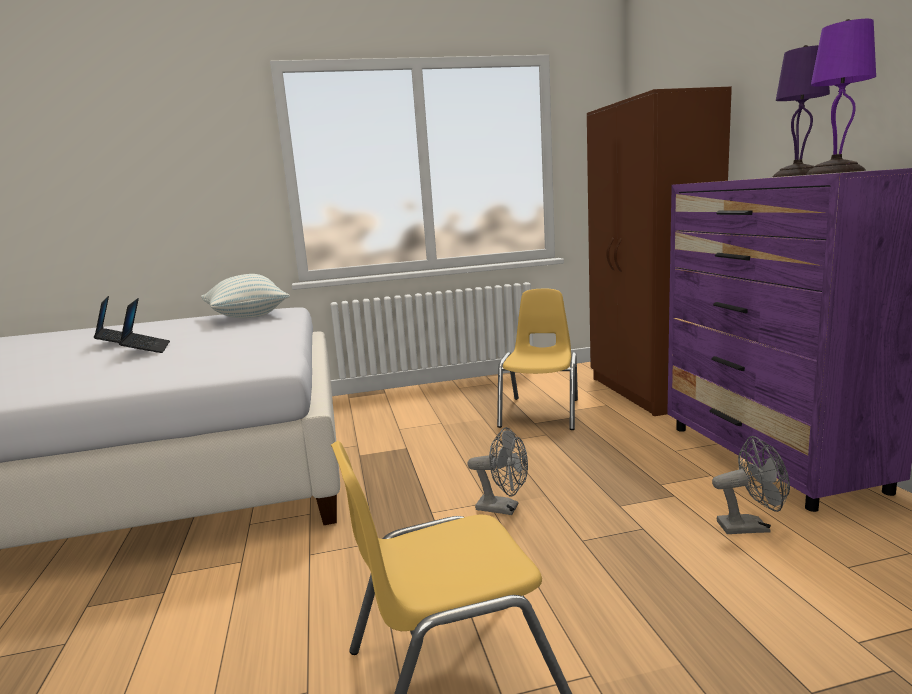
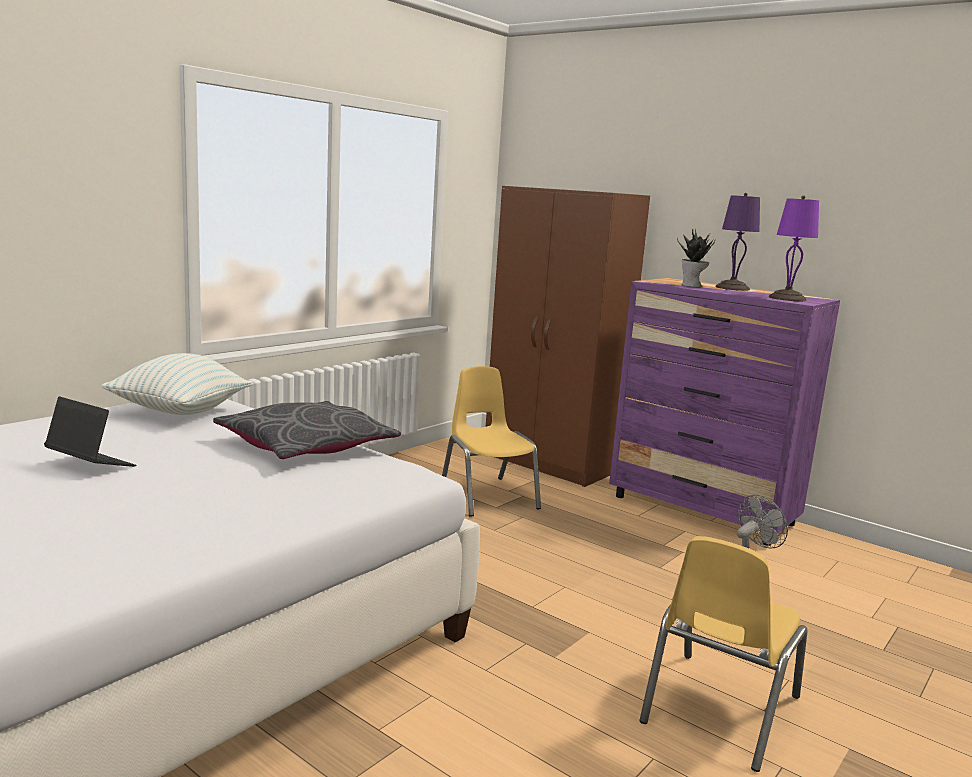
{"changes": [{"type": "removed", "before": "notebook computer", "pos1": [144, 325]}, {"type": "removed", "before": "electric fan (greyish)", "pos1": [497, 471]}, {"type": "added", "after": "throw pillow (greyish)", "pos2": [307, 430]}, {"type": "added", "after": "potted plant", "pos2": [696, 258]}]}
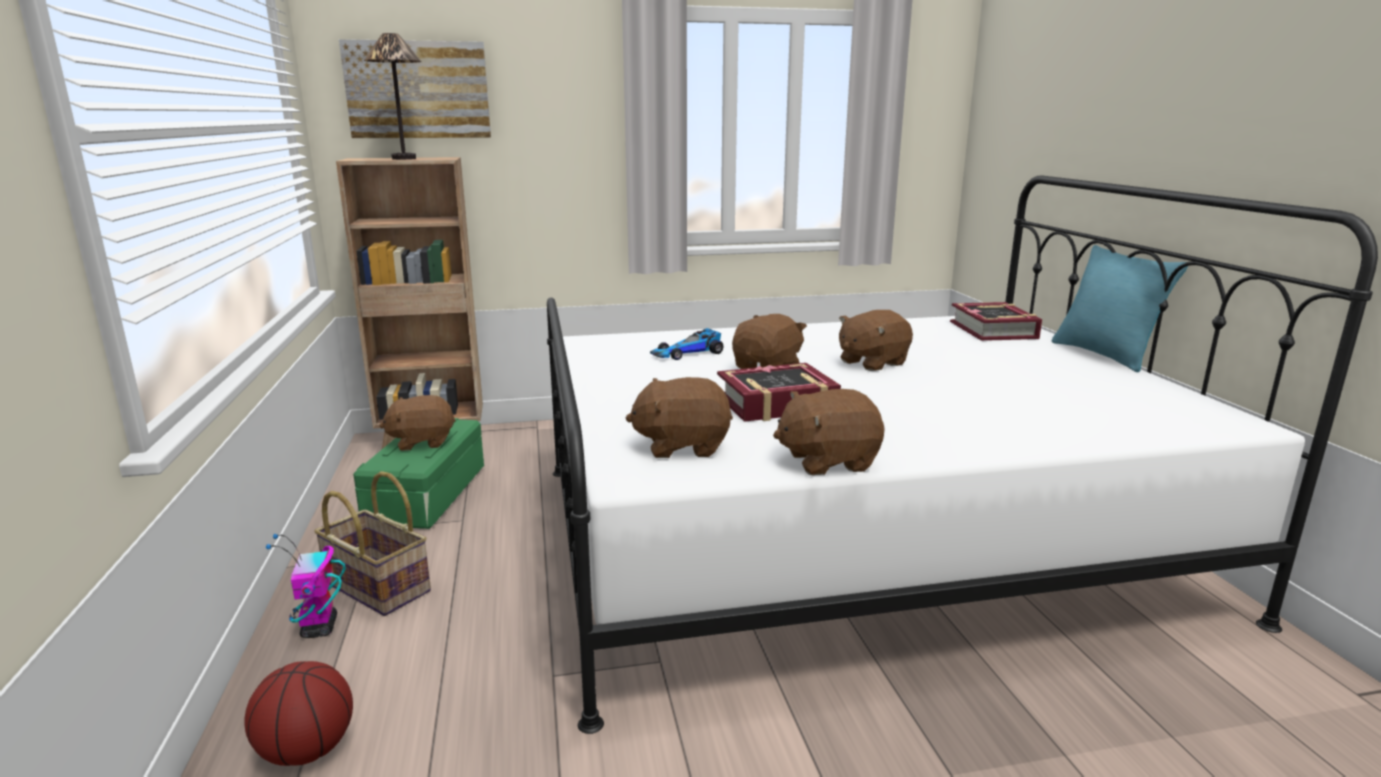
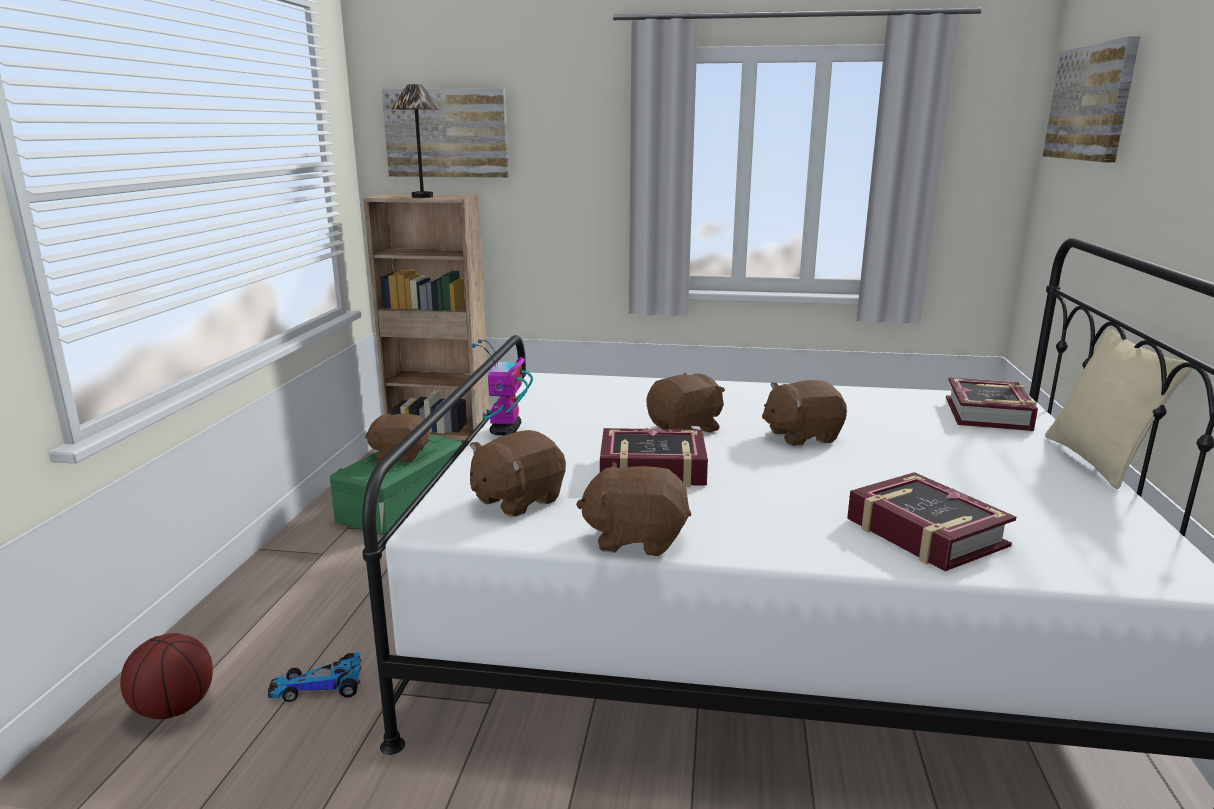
{"changes": [{"type": "moved", "before": "toy robot", "pos1": [306, 586], "pos2": [502, 387]}, {"type": "removed", "before": "basket", "pos1": [372, 543]}, {"type": "turned", "before": "plush toy (brownish)", "pos1": [679, 417], "pos2": [518, 473], "turn": -60}, {"type": "moved", "before": "toy car", "pos1": [687, 344], "pos2": [315, 677]}, {"type": "recoloured", "before": "throw pillow (turquoise-coloured)", "after": "throw pillow (beige)", "pos1": [1120, 308], "pos2": [1119, 408]}, {"type": "added", "after": "volume", "pos2": [931, 521]}, {"type": "added", "after": "wall picture", "pos2": [1091, 99]}]}
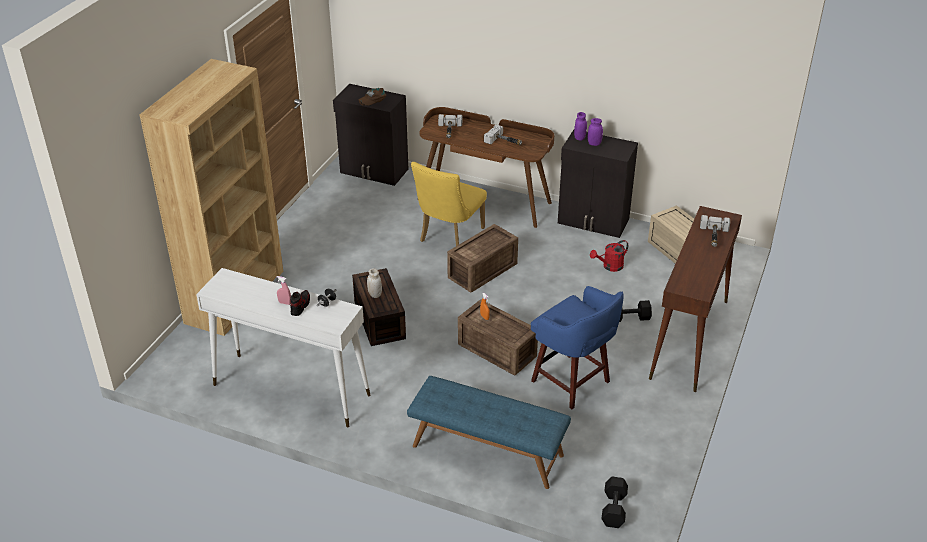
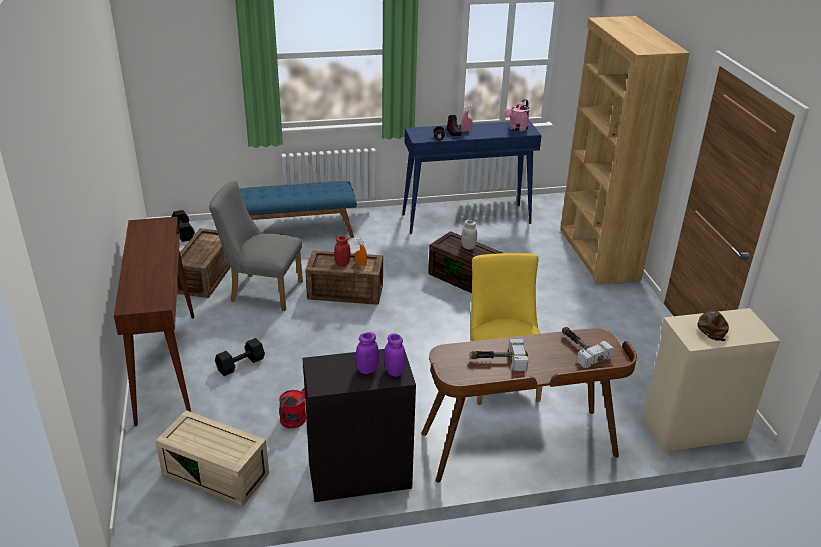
{"changes": [{"type": "recoloured", "before": "hall table (white)", "after": "hall table (blue)", "pos1": [283, 348], "pos2": [472, 177]}, {"type": "recoloured", "before": "cabinet (blackish)", "after": "cabinet (beige)", "pos1": [370, 135], "pos2": [711, 380]}, {"type": "moved", "before": "packing crate", "pos1": [482, 258], "pos2": [204, 263]}, {"type": "replaced", "before": "sitting stool (blue)", "after": "upright chair (greyish)", "pos1": [577, 347], "pos2": [256, 245]}, {"type": "removed", "before": "hammer", "pos1": [715, 231]}, {"type": "added", "after": "jar (reddish)", "pos2": [342, 251]}, {"type": "added", "after": "sprinkling can (pink-coloured)", "pos2": [517, 115]}]}
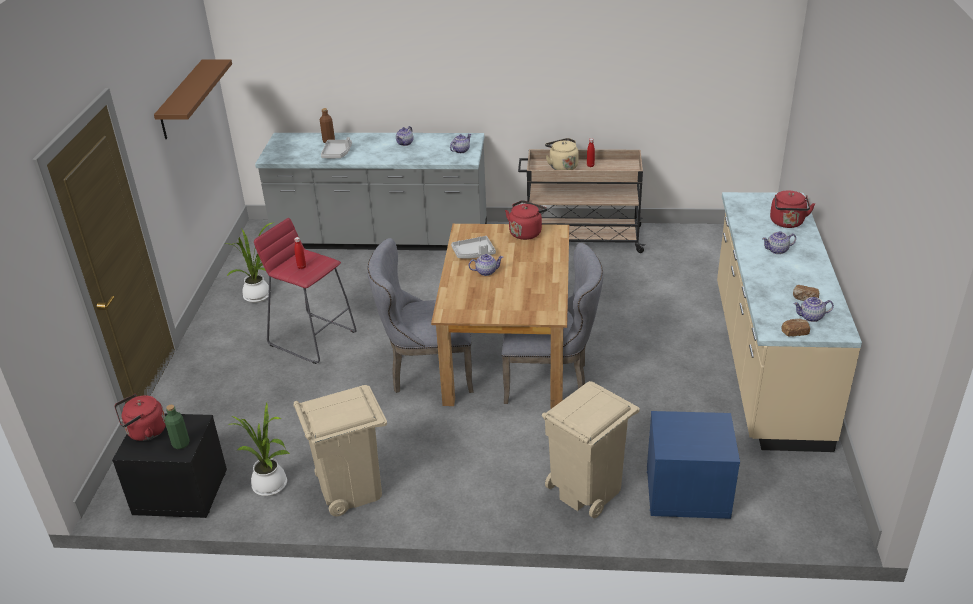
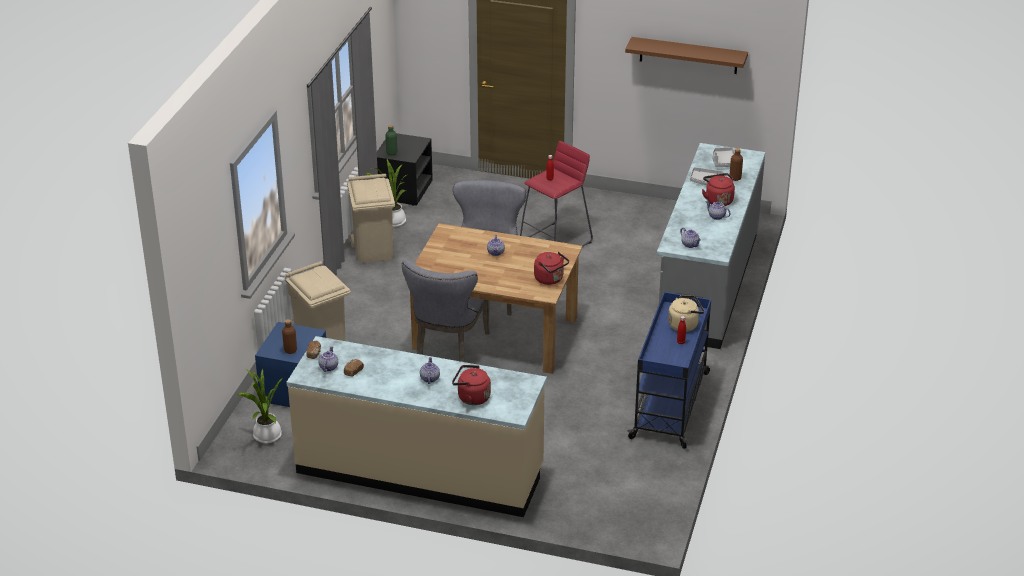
{"changes": [{"type": "moved", "before": "kettle (reddish)", "pos1": [140, 417], "pos2": [718, 189]}, {"type": "moved", "before": "potted plant", "pos1": [250, 262], "pos2": [259, 405]}, {"type": "moved", "before": "serving tray (greyish)", "pos1": [473, 247], "pos2": [723, 157]}, {"type": "recoloured", "before": "wheeled cart (beige)", "after": "wheeled cart (blue)", "pos1": [581, 201], "pos2": [669, 370]}, {"type": "added", "after": "beverage bottle (brownish)", "pos2": [289, 336]}]}
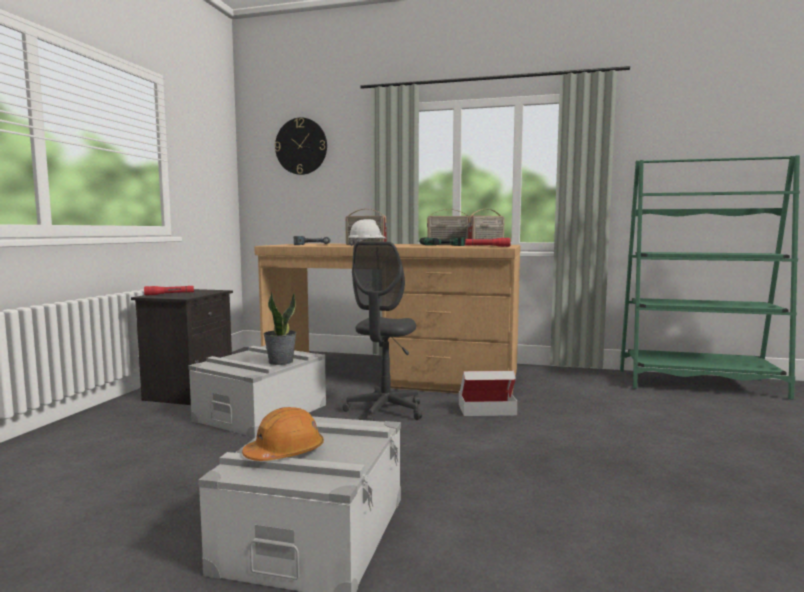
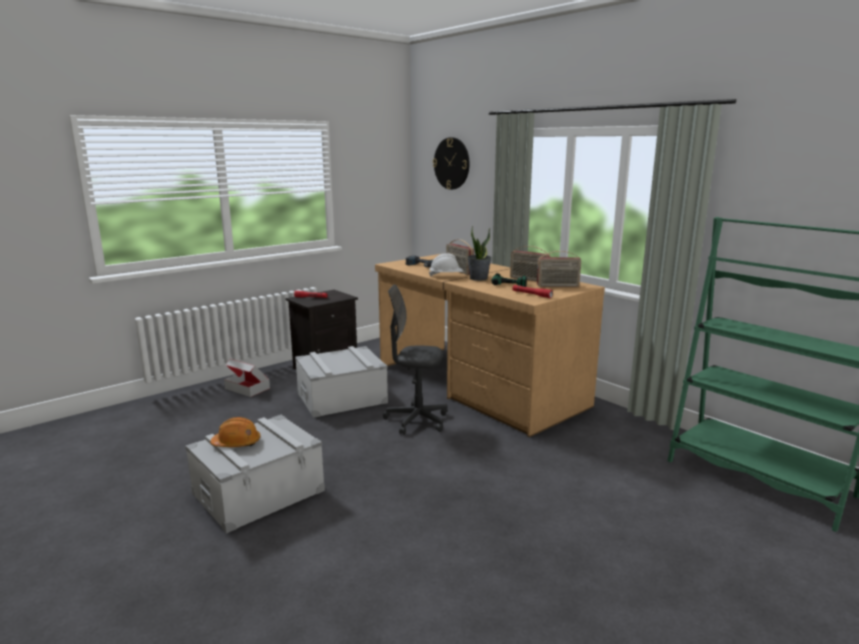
{"changes": [{"type": "moved", "before": "potted plant", "pos1": [280, 328], "pos2": [479, 253]}, {"type": "turned", "before": "office chair (greyish)", "pos1": [382, 331], "pos2": [415, 359], "turn": 45}, {"type": "moved", "before": "cardboard box", "pos1": [488, 393], "pos2": [247, 378]}]}
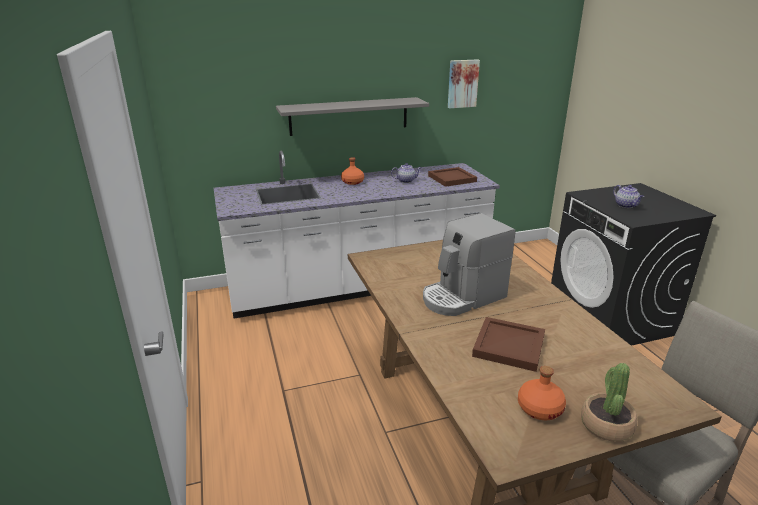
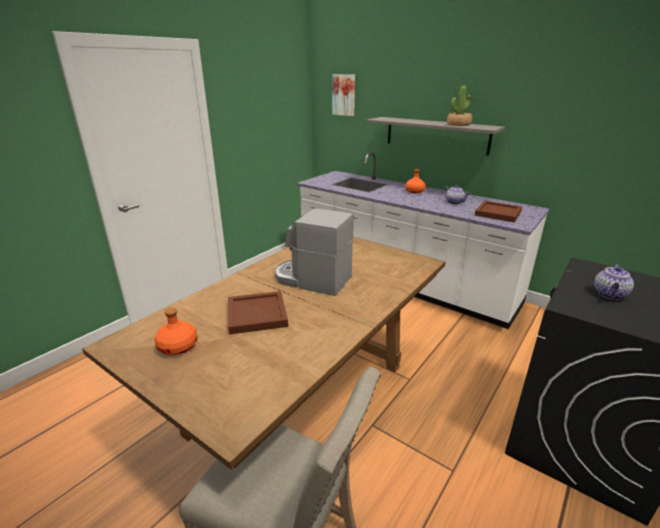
{"changes": [{"type": "moved", "before": "wall picture", "pos1": [464, 84], "pos2": [343, 95]}, {"type": "moved", "before": "potted plant", "pos1": [609, 402], "pos2": [459, 106]}]}
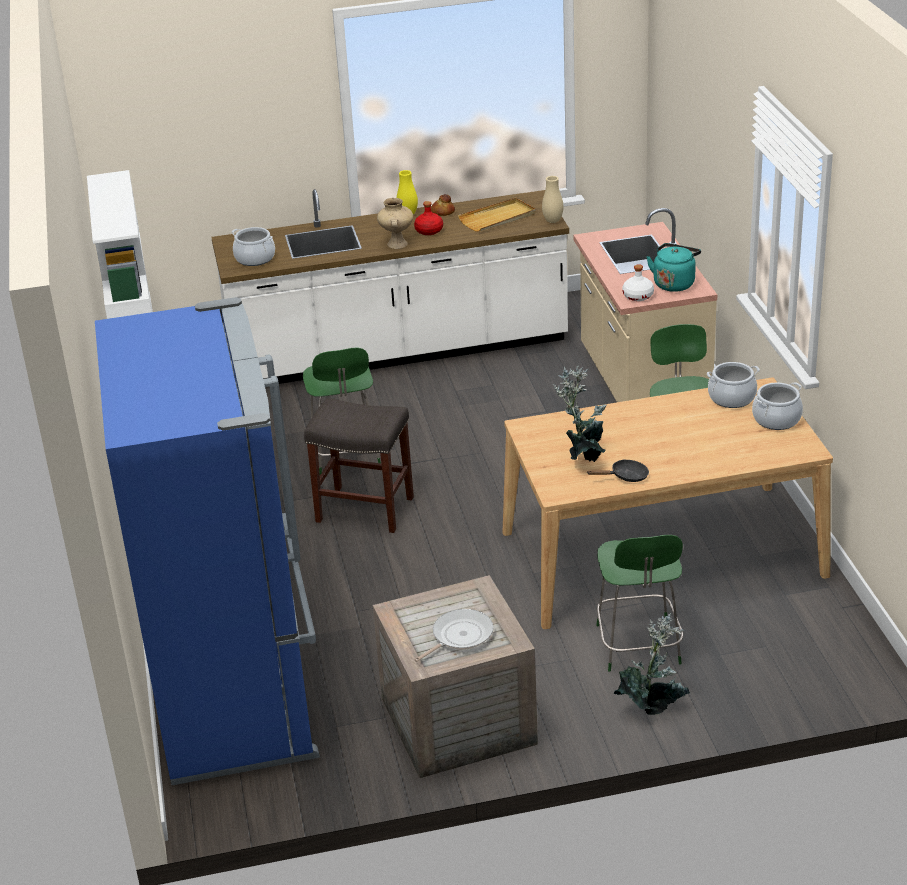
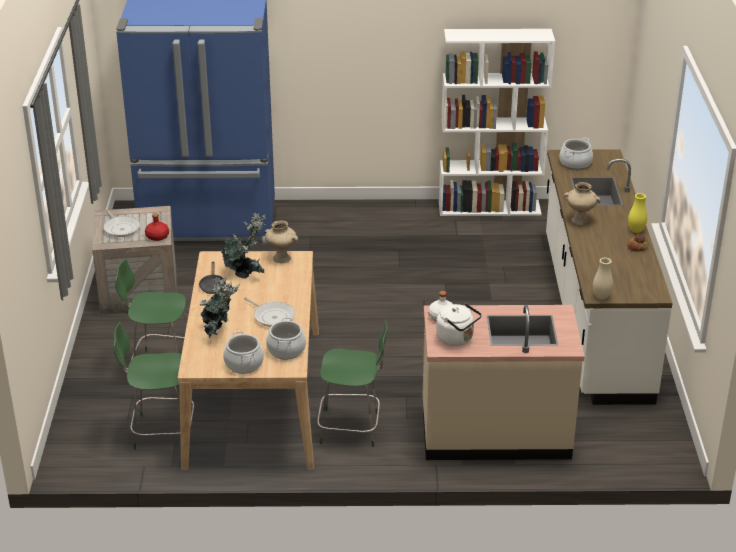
{"changes": [{"type": "moved", "before": "upright chair (greenish)", "pos1": [342, 411], "pos2": [154, 386]}, {"type": "removed", "before": "sitting stool (greyish)", "pos1": [359, 465]}, {"type": "moved", "before": "beverage bottle (reddish)", "pos1": [428, 218], "pos2": [157, 227]}, {"type": "removed", "before": "serving tray (beige)", "pos1": [497, 215]}, {"type": "moved", "before": "potted plant", "pos1": [652, 664], "pos2": [219, 307]}, {"type": "recoloured", "before": "kettle (turquoise-coloured)", "after": "kettle (white)", "pos1": [674, 267], "pos2": [459, 324]}, {"type": "added", "after": "skillet", "pos2": [269, 312]}, {"type": "added", "after": "flower vase (beige)", "pos2": [281, 242]}]}
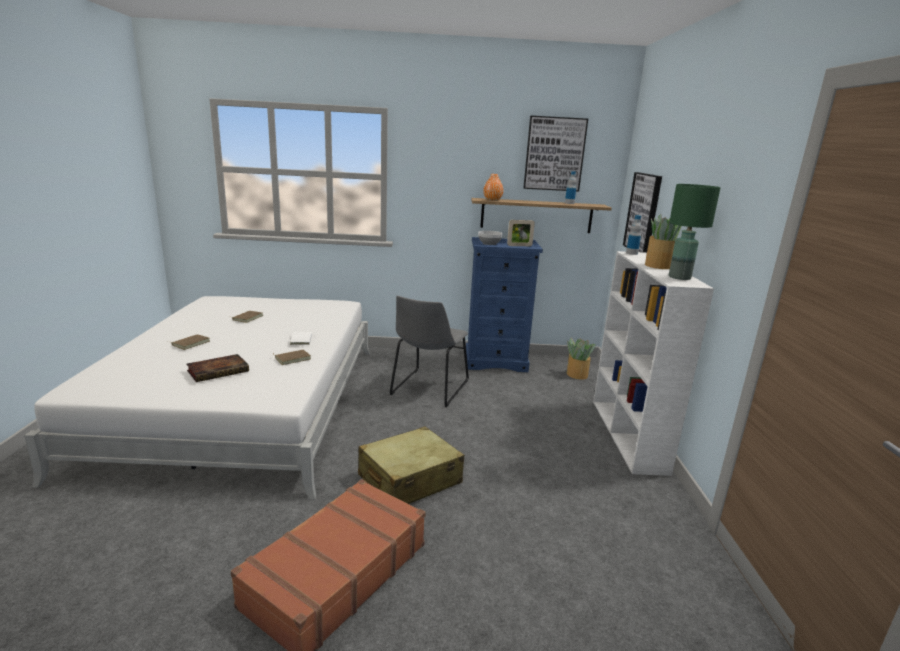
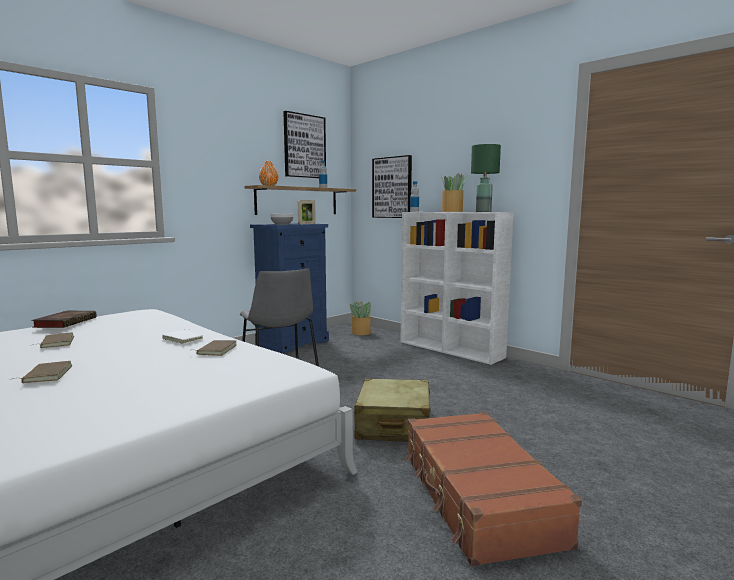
{"changes": [{"type": "moved", "before": "volume", "pos1": [217, 368], "pos2": [64, 319]}]}
